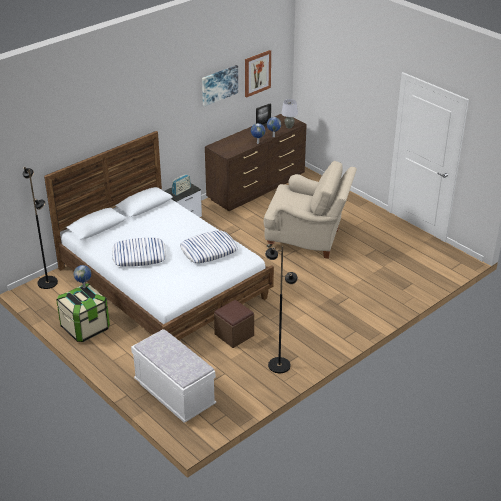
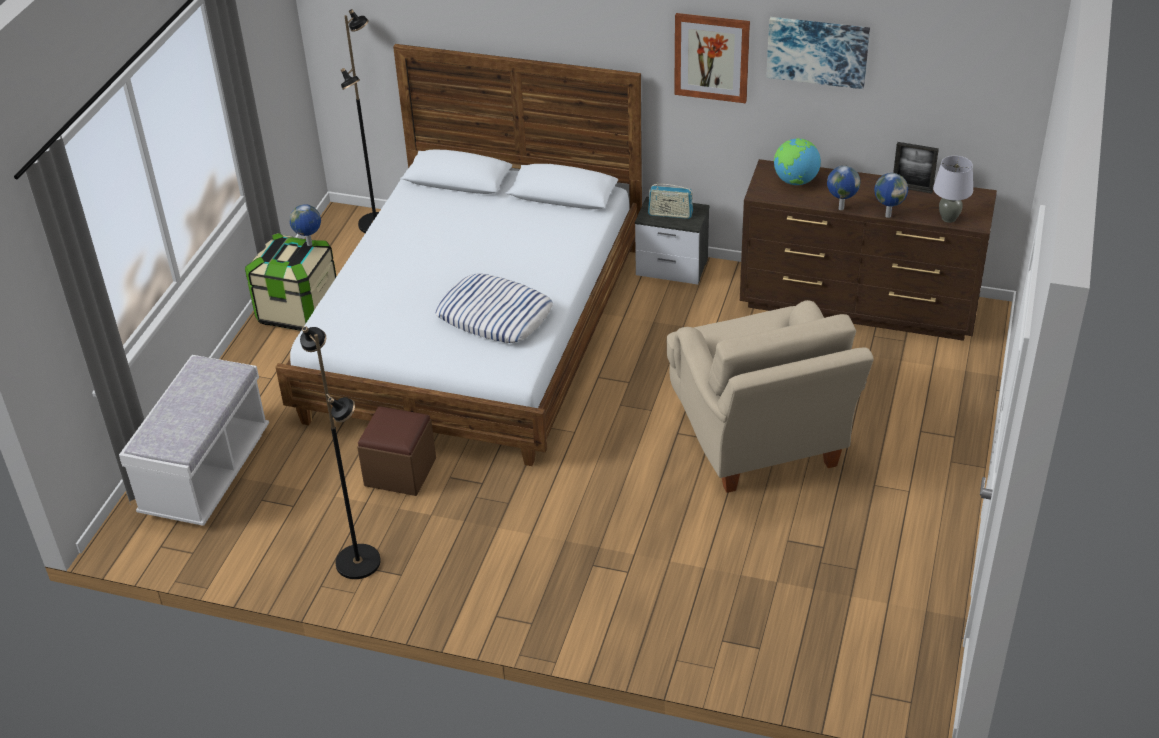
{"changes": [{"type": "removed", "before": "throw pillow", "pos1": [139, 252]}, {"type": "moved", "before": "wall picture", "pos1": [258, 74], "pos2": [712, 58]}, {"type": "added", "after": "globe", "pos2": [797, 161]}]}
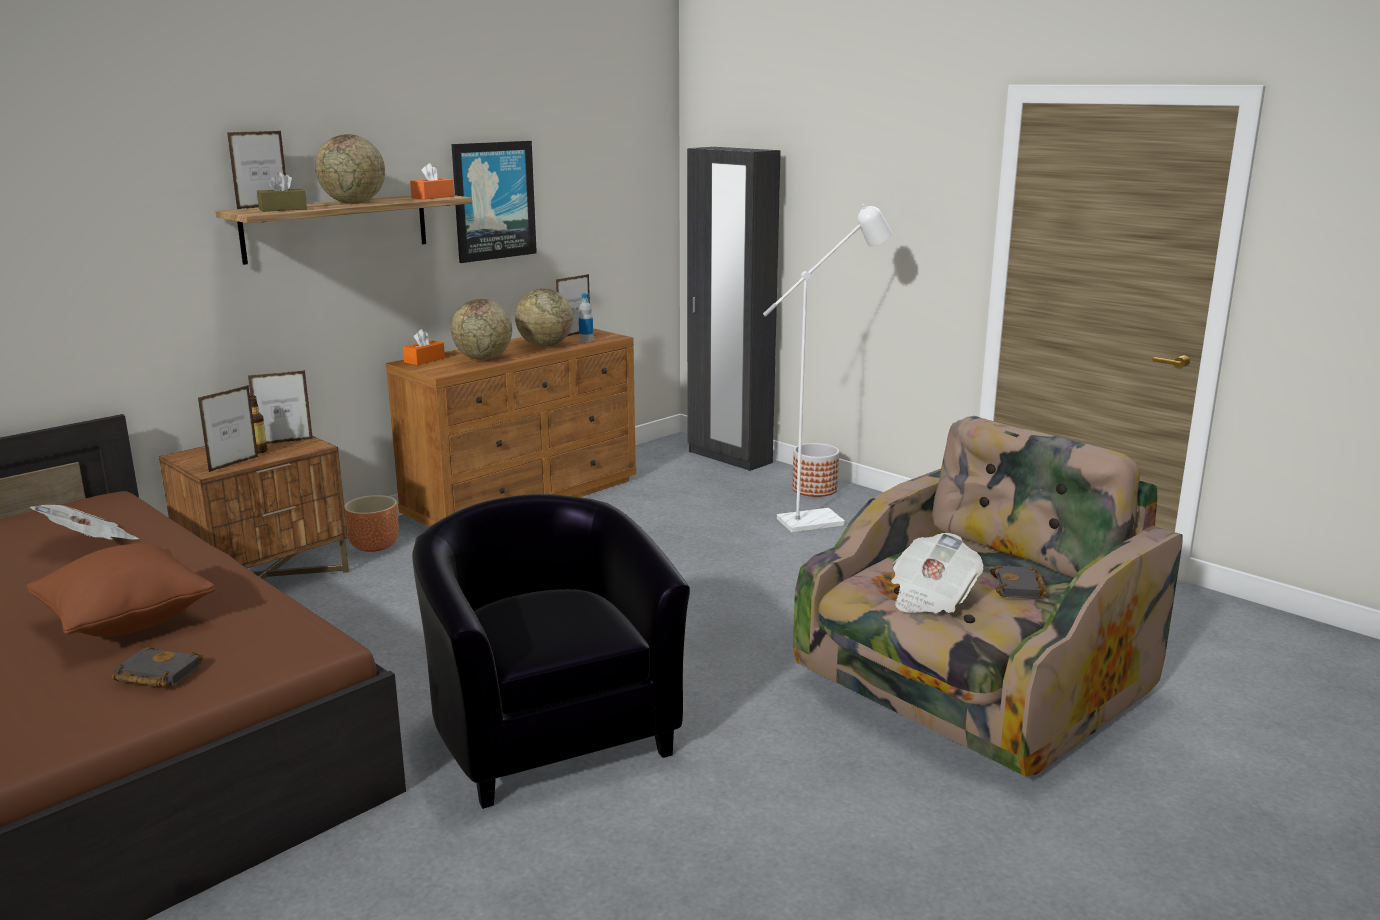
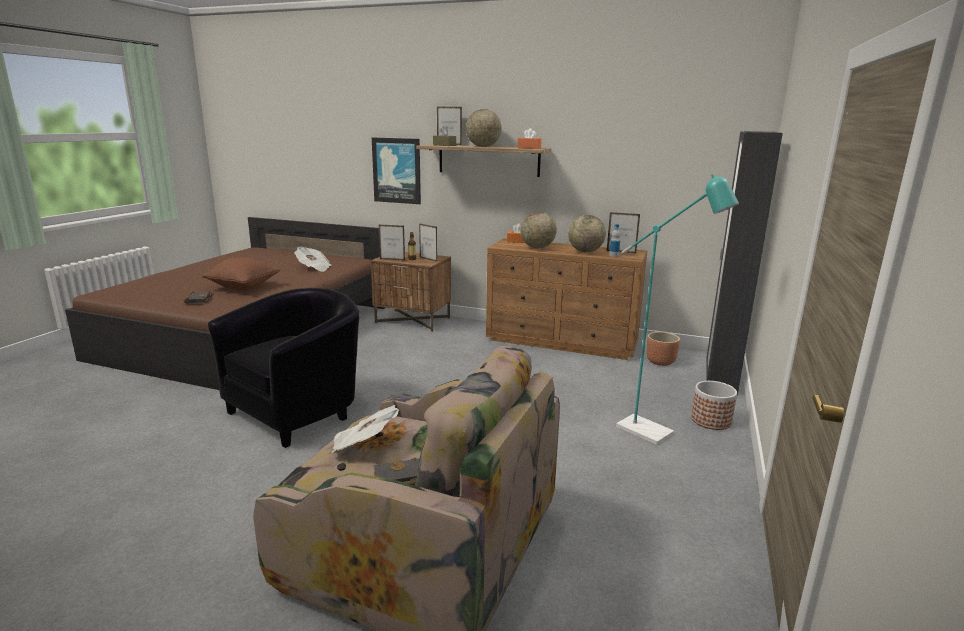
{"changes": [{"type": "moved", "before": "flower pot (brownish)", "pos1": [371, 523], "pos2": [663, 349]}, {"type": "moved", "before": "wall picture", "pos1": [494, 202], "pos2": [396, 171]}, {"type": "recoloured", "before": "floor lamp (white)", "after": "floor lamp (turquoise-coloured)", "pos1": [827, 368], "pos2": [677, 309]}]}
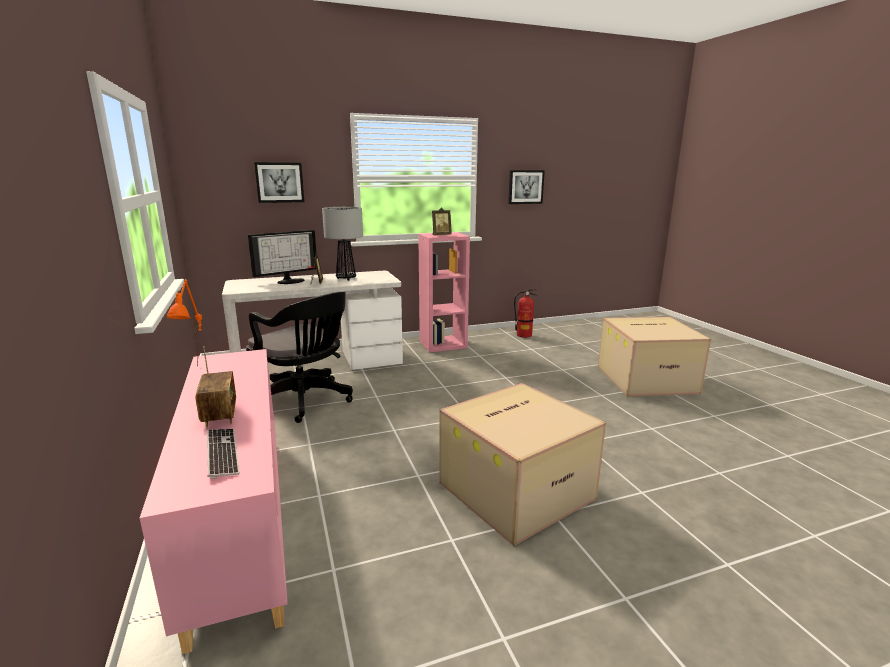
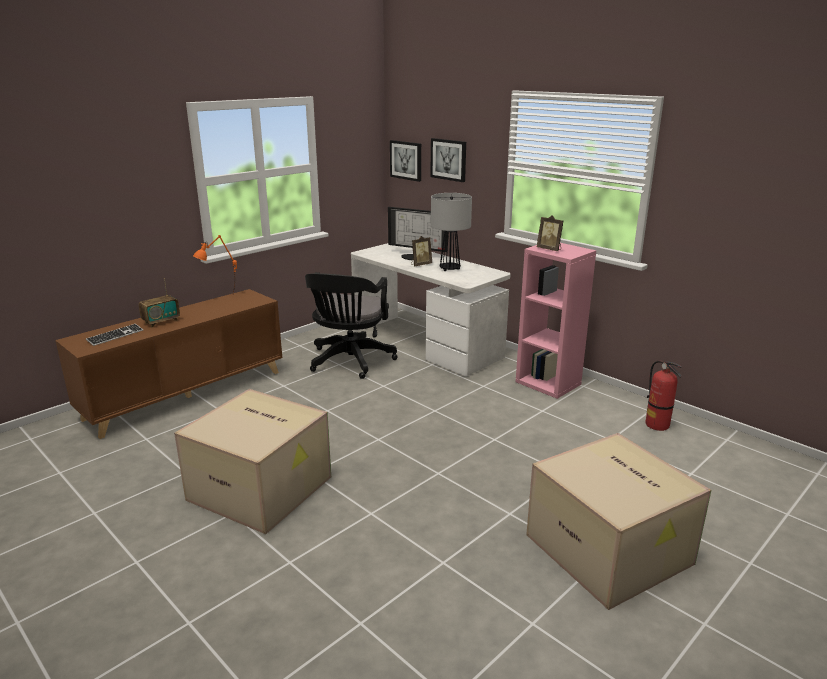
{"changes": [{"type": "recoloured", "before": "cabinet (pink-coloured)", "after": "cabinet (brownish)", "pos1": [214, 501], "pos2": [168, 364]}, {"type": "moved", "before": "wall picture", "pos1": [526, 187], "pos2": [405, 161]}]}
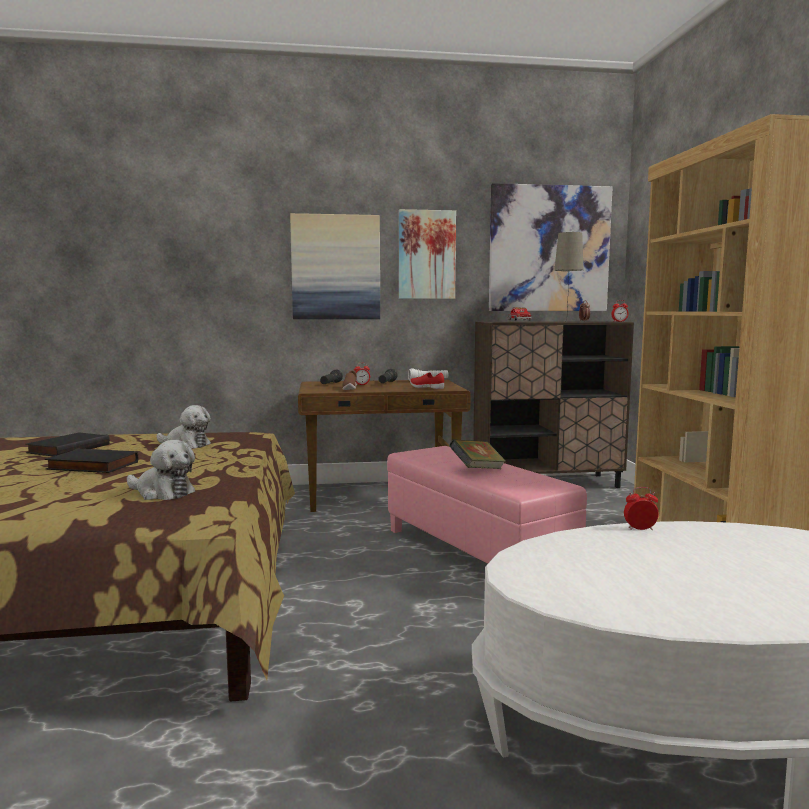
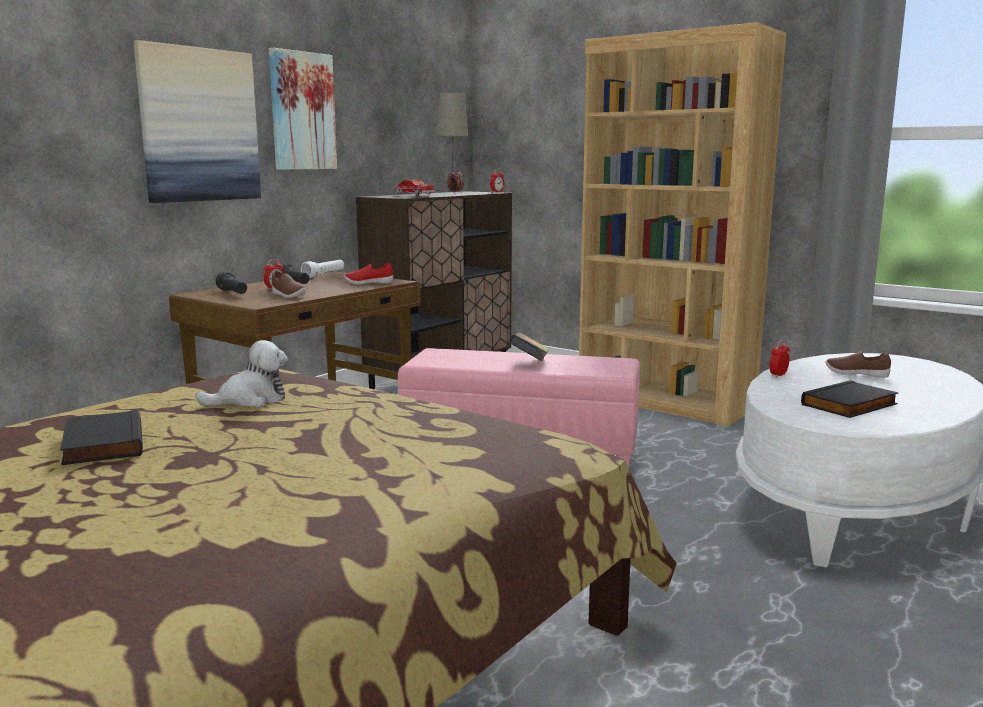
{"changes": [{"type": "moved", "before": "volume (blackish)", "pos1": [91, 461], "pos2": [850, 399]}, {"type": "removed", "before": "plush toy", "pos1": [161, 470]}, {"type": "removed", "before": "wall picture", "pos1": [551, 247]}, {"type": "added", "after": "shoe (brownish)", "pos2": [858, 364]}]}
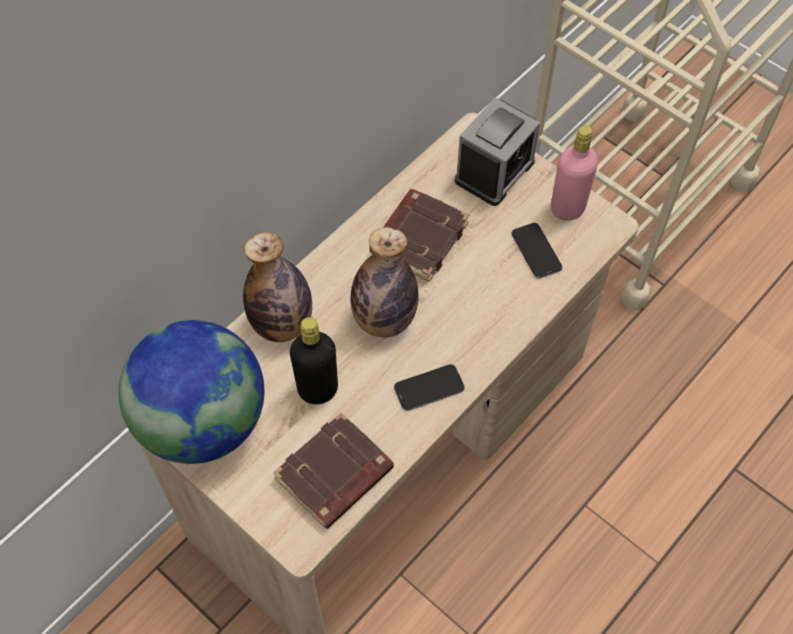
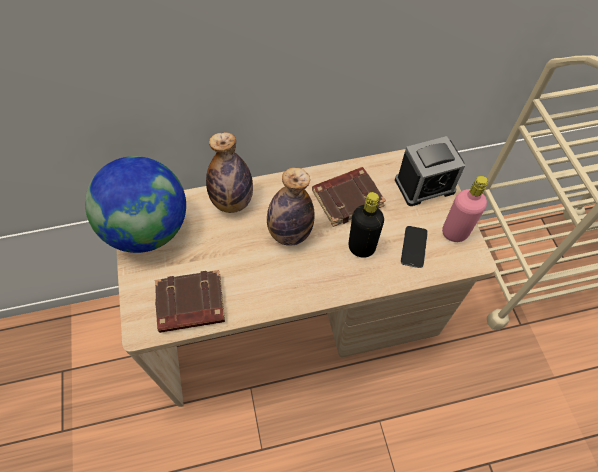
{"changes": [{"type": "moved", "before": "beverage bottle (blackish)", "pos1": [314, 360], "pos2": [366, 225]}, {"type": "removed", "before": "phone", "pos1": [429, 387]}]}
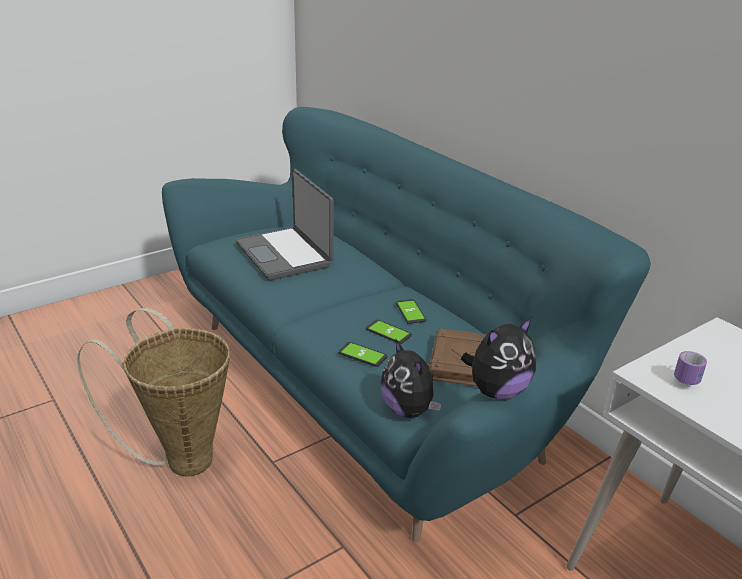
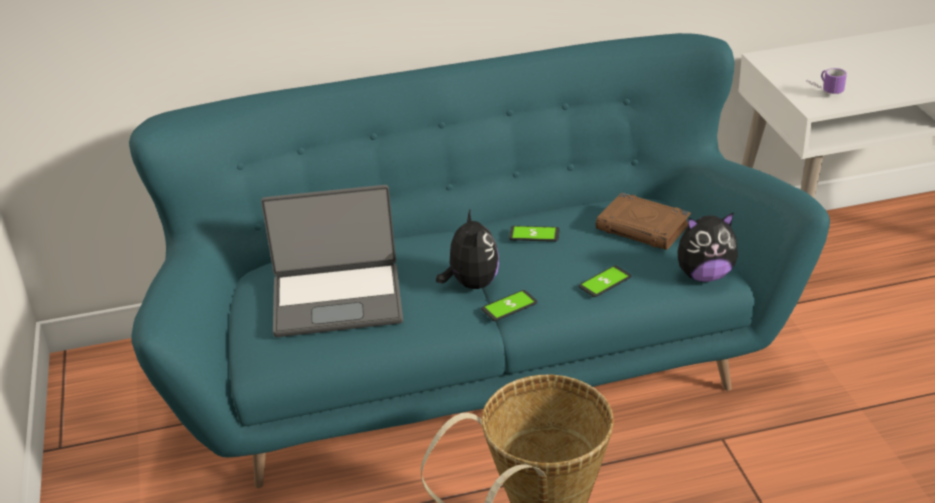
{"changes": [{"type": "moved", "before": "phone", "pos1": [389, 332], "pos2": [509, 305]}, {"type": "moved", "before": "plush toy", "pos1": [498, 358], "pos2": [467, 248]}]}
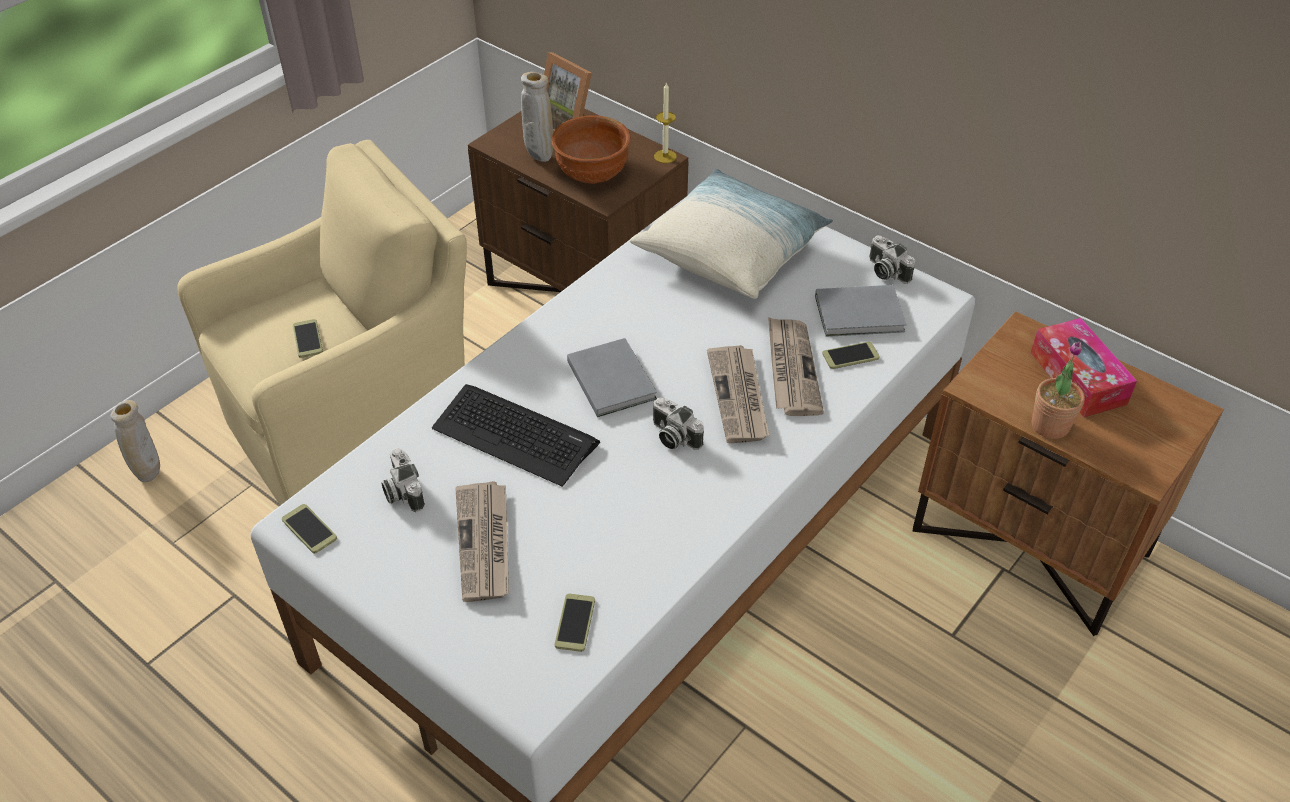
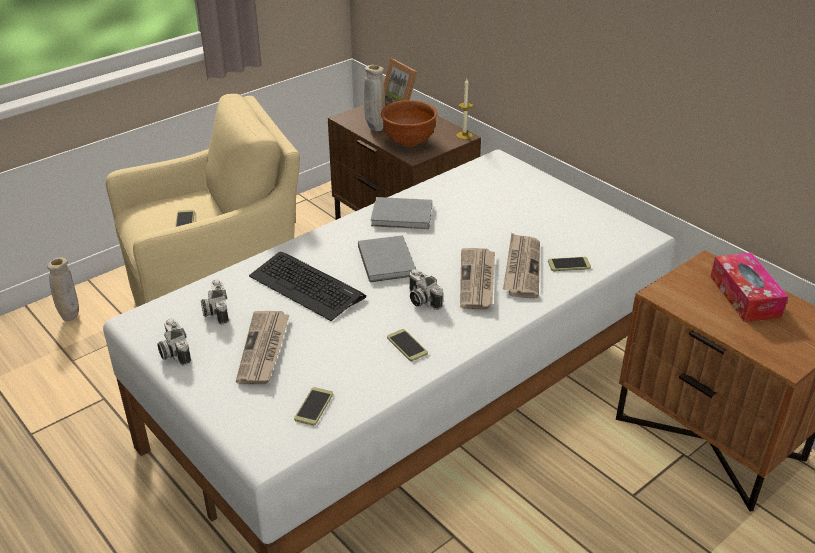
{"changes": [{"type": "moved", "before": "phone", "pos1": [309, 528], "pos2": [407, 345]}, {"type": "removed", "before": "throw pillow", "pos1": [731, 234]}, {"type": "moved", "before": "volume (greyish)", "pos1": [861, 311], "pos2": [401, 213]}, {"type": "moved", "before": "still camera", "pos1": [892, 259], "pos2": [174, 342]}, {"type": "removed", "before": "potted plant", "pos1": [1058, 390]}]}
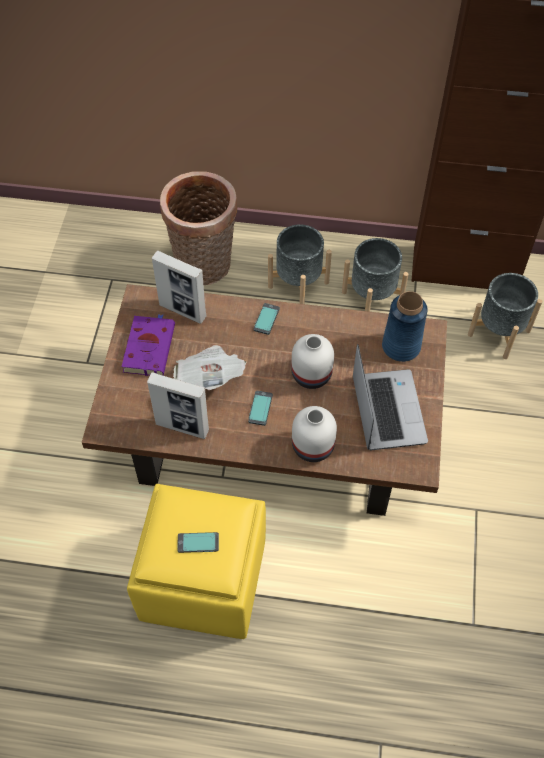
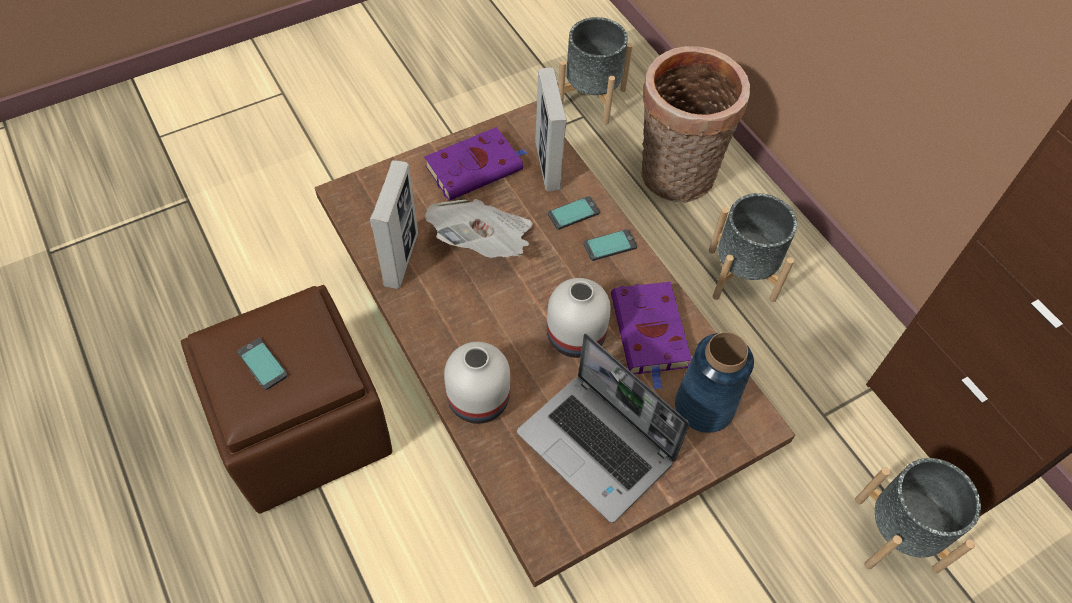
{"changes": [{"type": "recoloured", "before": "pouffe (yellowish)", "after": "pouffe (brownish)", "pos1": [196, 561], "pos2": [286, 399]}, {"type": "turned", "before": "photo frame", "pos1": [178, 405], "pos2": [394, 224], "turn": -150}, {"type": "moved", "before": "phone", "pos1": [260, 408], "pos2": [574, 213]}, {"type": "moved", "before": "flower pot (greyish)", "pos1": [375, 275], "pos2": [595, 71]}, {"type": "turned", "before": "notebook computer", "pos1": [390, 397], "pos2": [603, 428], "turn": 90}, {"type": "added", "after": "volume (purple-coloured)", "pos2": [651, 336]}]}
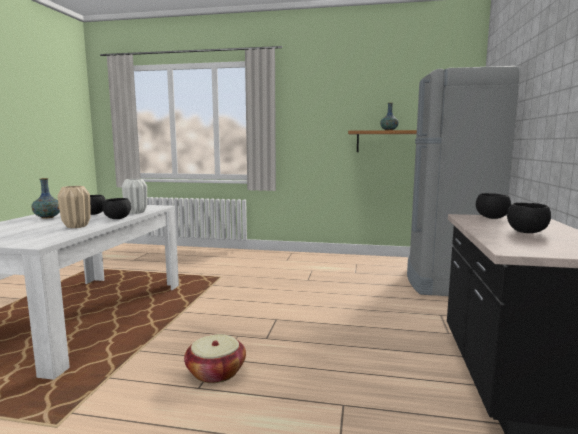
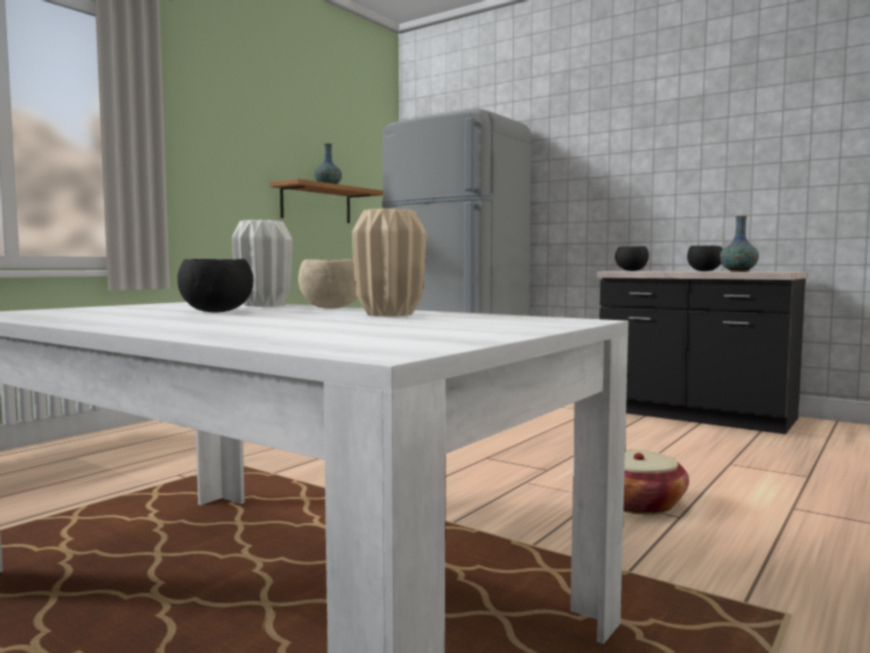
{"changes": [{"type": "moved", "before": "flower vase", "pos1": [46, 198], "pos2": [739, 244]}, {"type": "recoloured", "before": "serving bowl (blackish)", "after": "serving bowl (beige)", "pos1": [117, 208], "pos2": [328, 284]}]}
